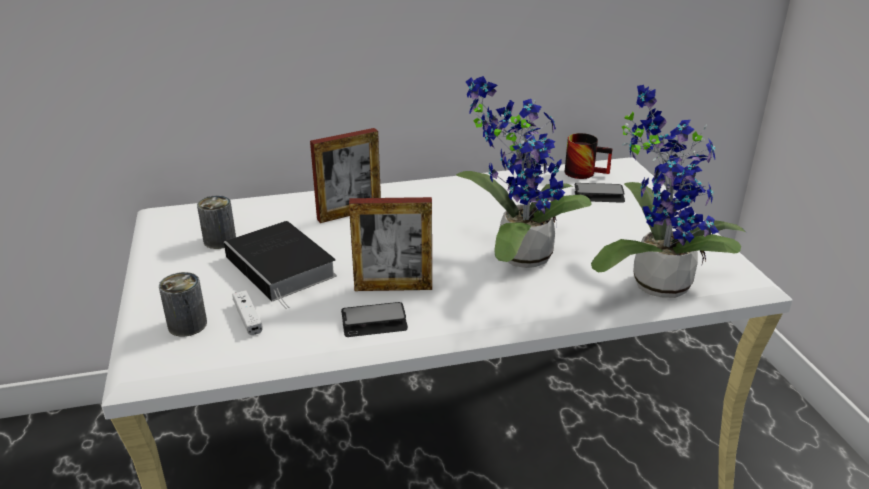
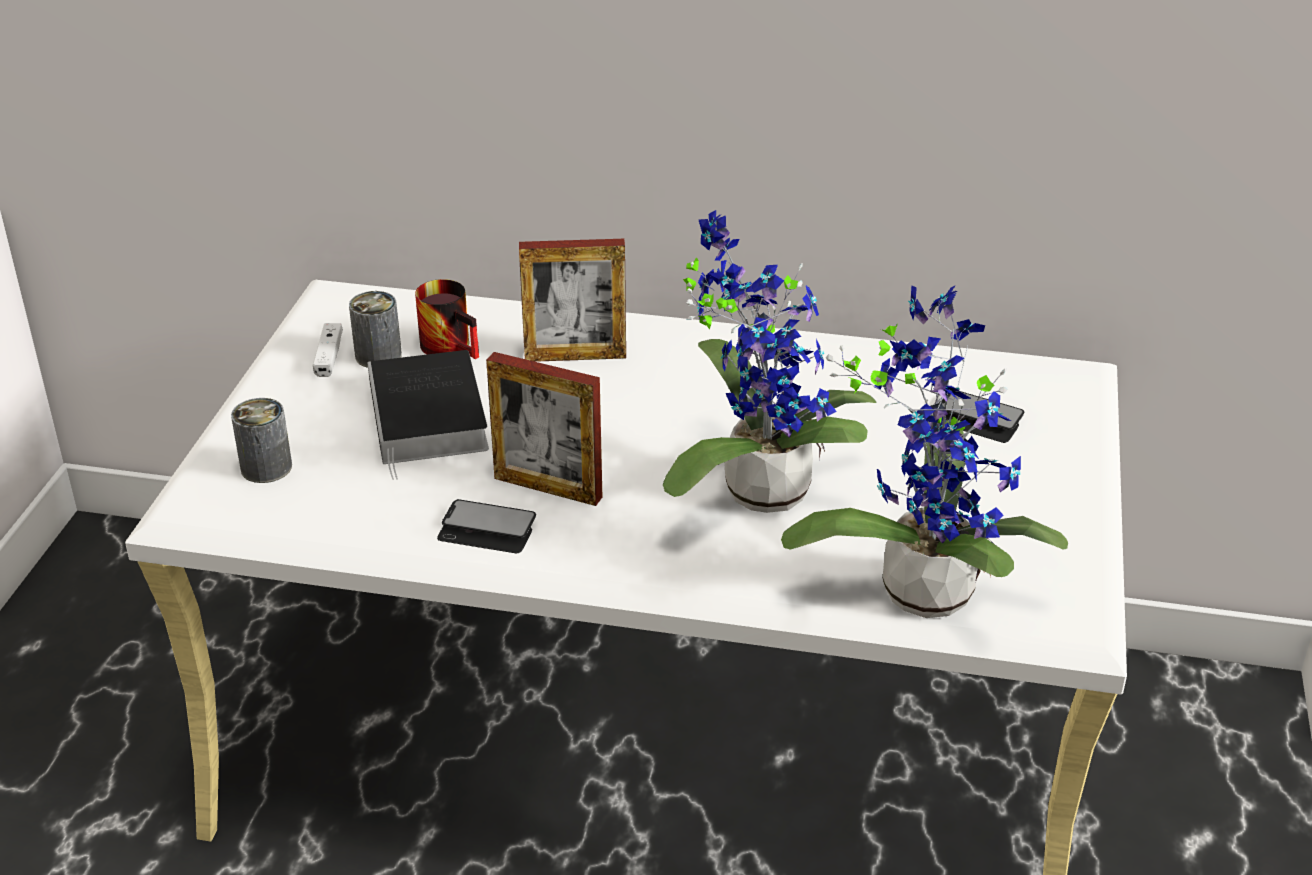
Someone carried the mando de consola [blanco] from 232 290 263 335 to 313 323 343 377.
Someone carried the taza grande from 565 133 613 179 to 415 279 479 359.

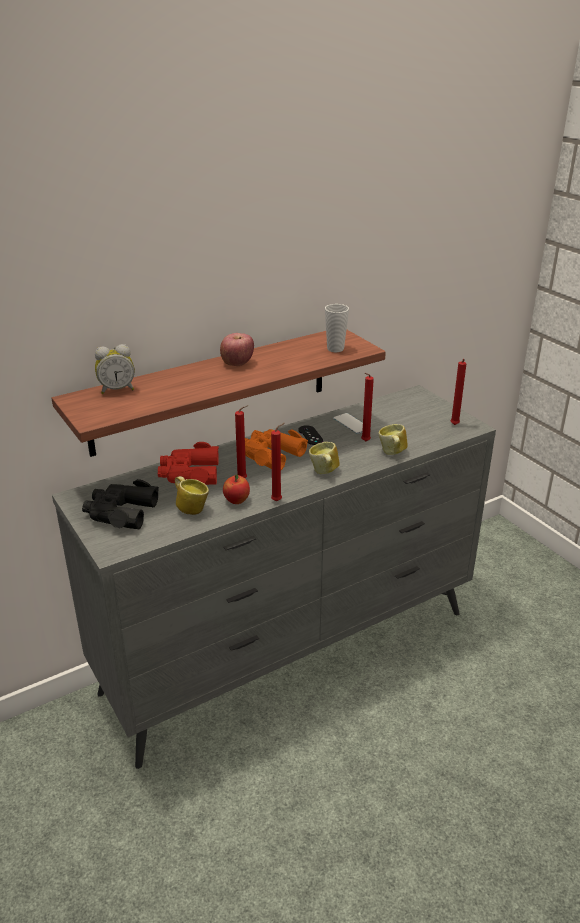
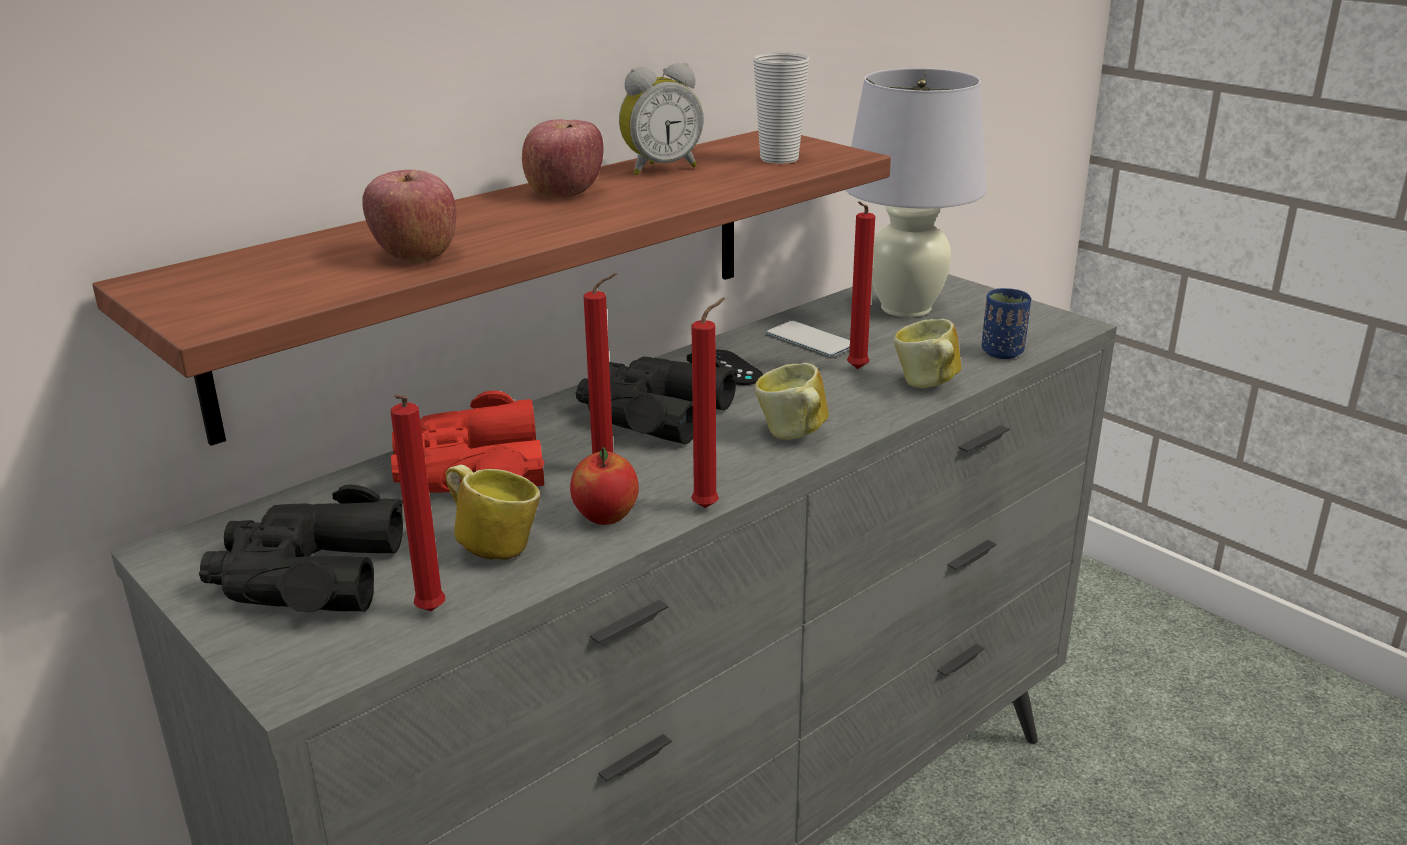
Someone put down the manzana at 362 170 457 263.
Someone put down the lámpara de mesa [blanco] at 845 68 987 318.
Someone put down the taza [azul] at 982 288 1031 359.
Someone carried the despertador from 95 344 135 394 to 619 63 704 175.
Someone carried the vela [rojo] from 451 359 466 425 to 391 394 445 611.
Someone repainted the prismáticos [naranja] at 245 429 308 470, which became the prismáticos [negro] at 576 353 738 445.

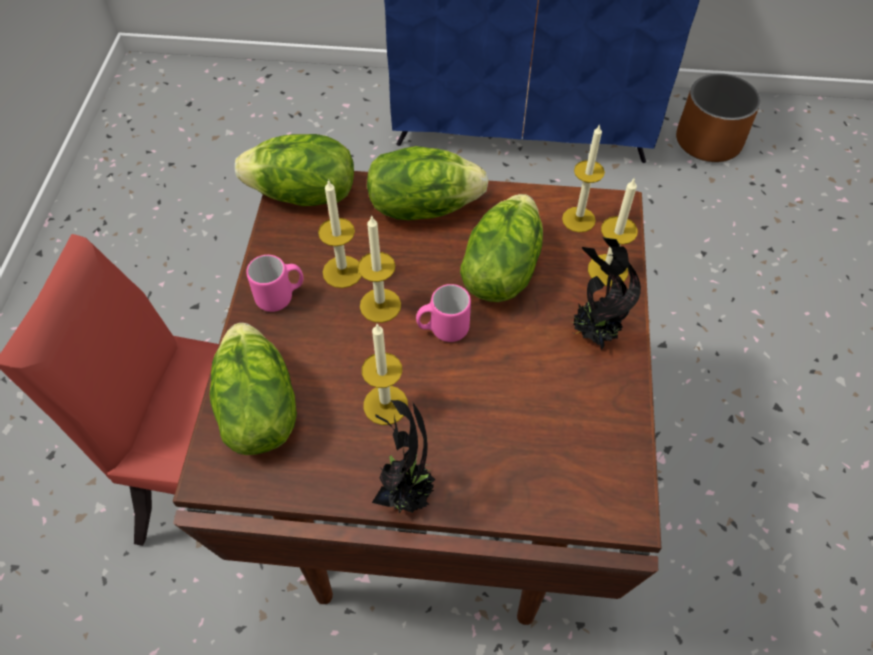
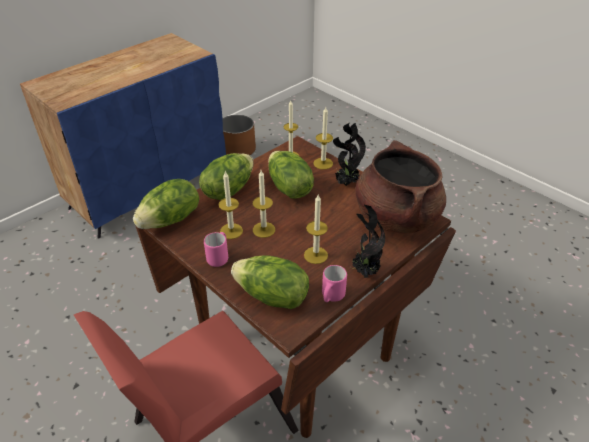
Someone put down the olla [marrón] at 356 140 446 234.
Someone carried the taza grande [rosa] from 416 284 471 342 to 322 265 347 302.

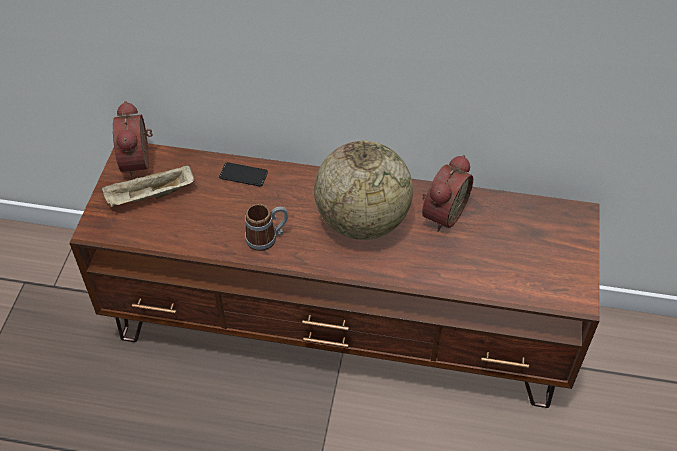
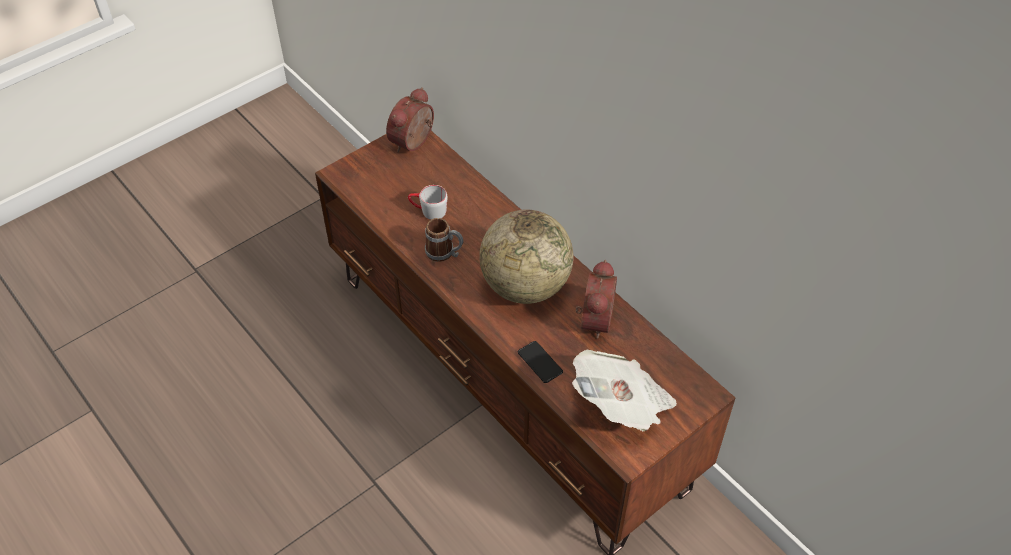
Someone took away the bandeja [beis] at 102 164 194 207.
Someone put down the taza grande [gris] at 408 185 447 220.
Someone put down the periódico at 572 350 677 431.
Someone carried the móvil from 219 162 268 186 to 518 341 563 383.
Someone rotated the despertador at 422 155 473 232 by 60 degrees counterclockwise.

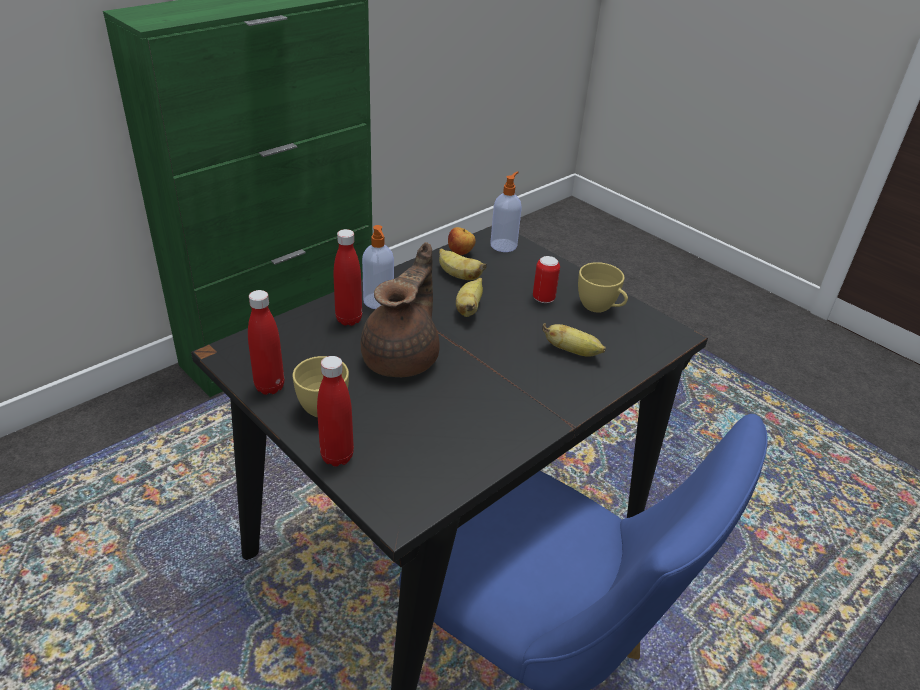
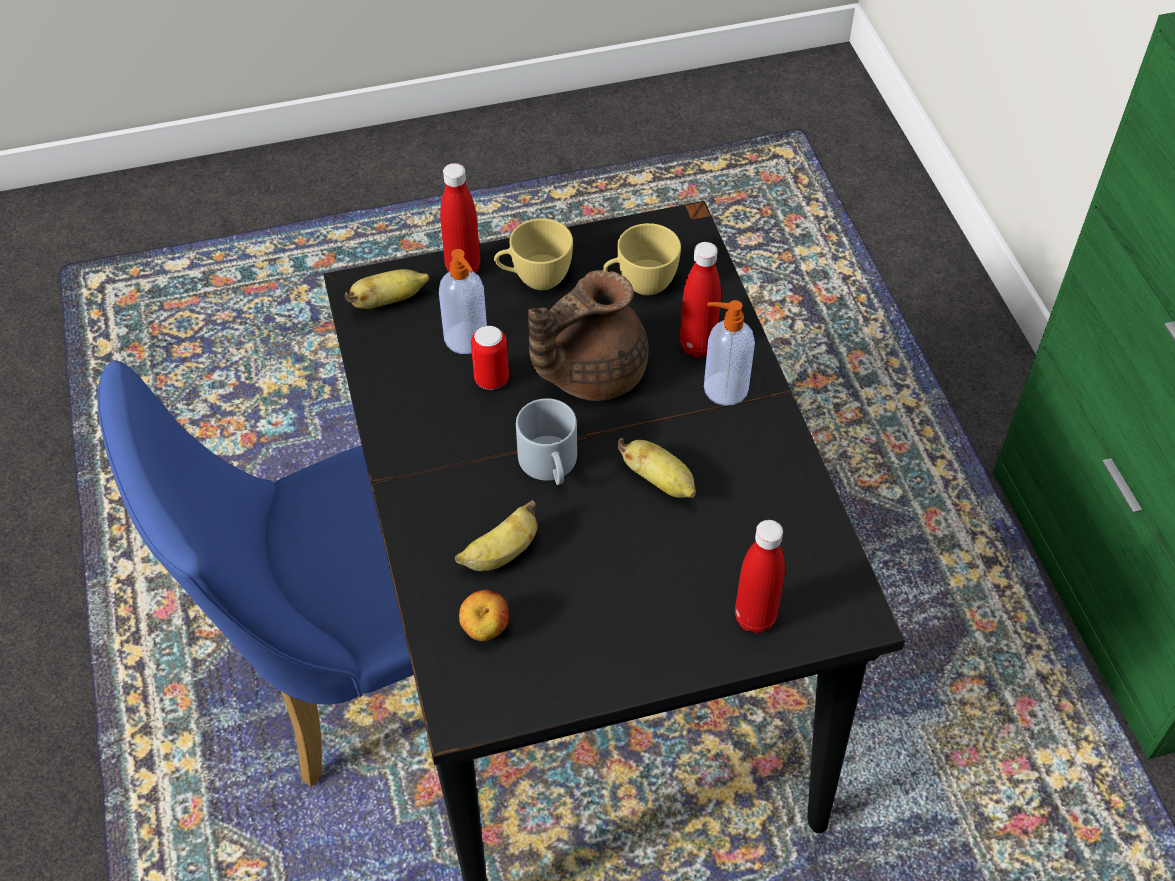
Someone put down the taza grande [gris] at 516 398 577 485.
Someone carried the botella [rojo] from 248 290 284 395 to 735 520 785 633.
Someone carried the plátano from 439 248 487 280 to 345 269 429 309.
Someone carried the manzana from 448 227 476 255 to 459 590 509 641.
Someone carried the dispensador de jabón from 490 171 522 252 to 439 249 487 354.
Someone carried the lata from 533 256 560 303 to 471 326 509 390.
Someone carried the taza [amarillo] from 578 262 628 313 to 603 223 681 295.
Someone rotated the tetera [marrón] at 361 242 440 377 by 90 degrees clockwise.

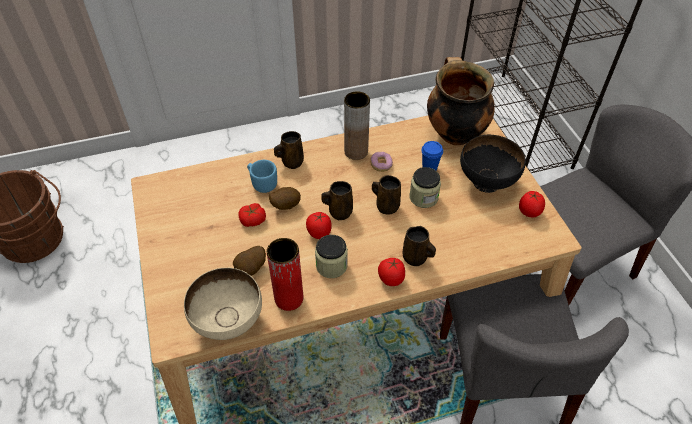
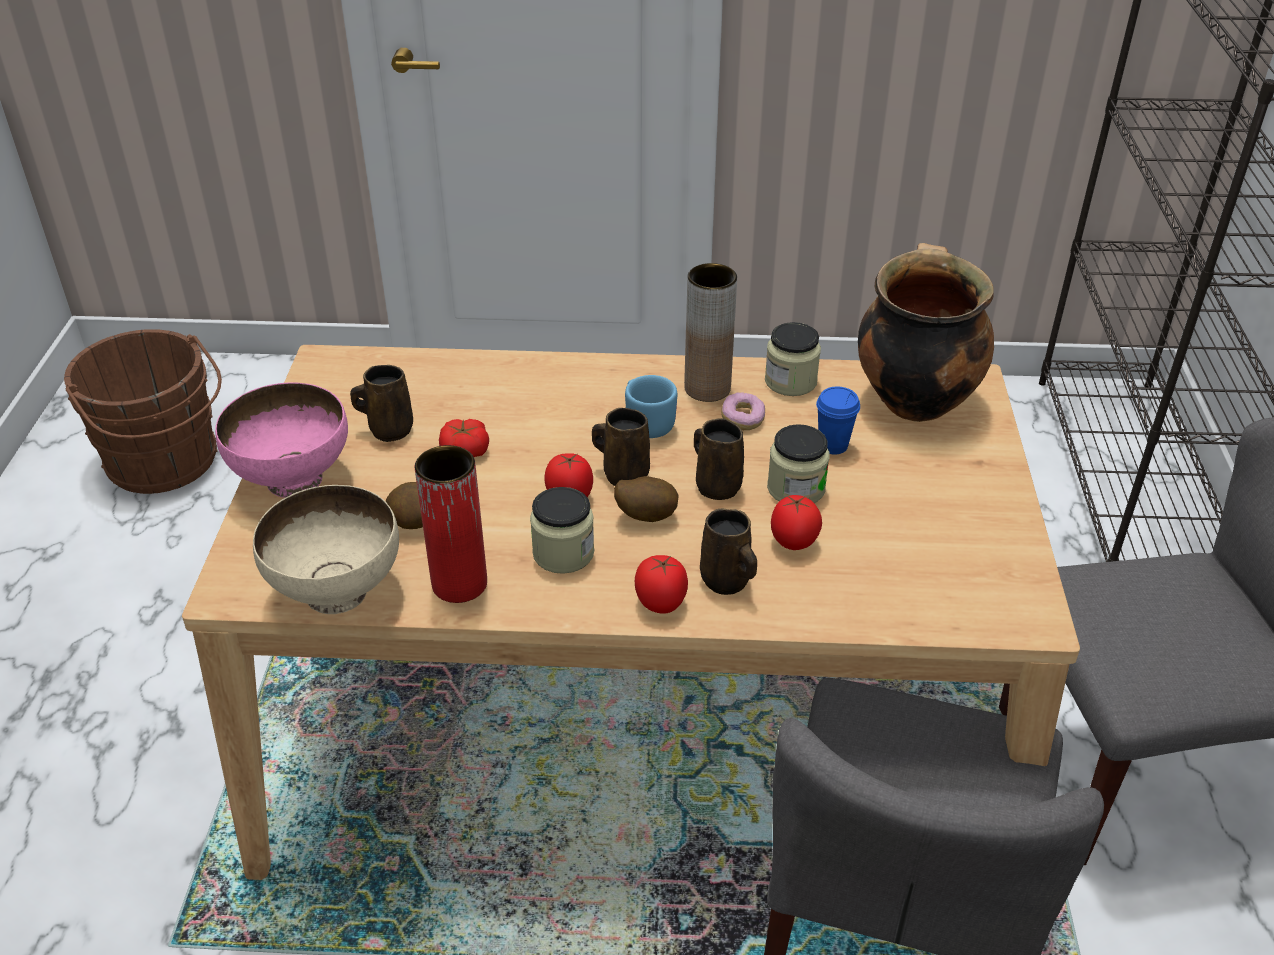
Someone took away the cuenco [negro] at 460 135 526 193.
Someone put down the cuenco [rosa] at 215 382 348 498.
Someone put down the tarro at 765 322 821 396.
Someone carried the taza grande [azul] from 247 160 277 193 to 625 375 677 438.
Someone carried the patata from 269 187 301 210 to 614 476 679 522.
Someone carried the taza grande [marrón] from 274 131 304 169 to 350 365 413 442.
Someone carried the tomate from 519 191 545 217 to 771 495 822 550.

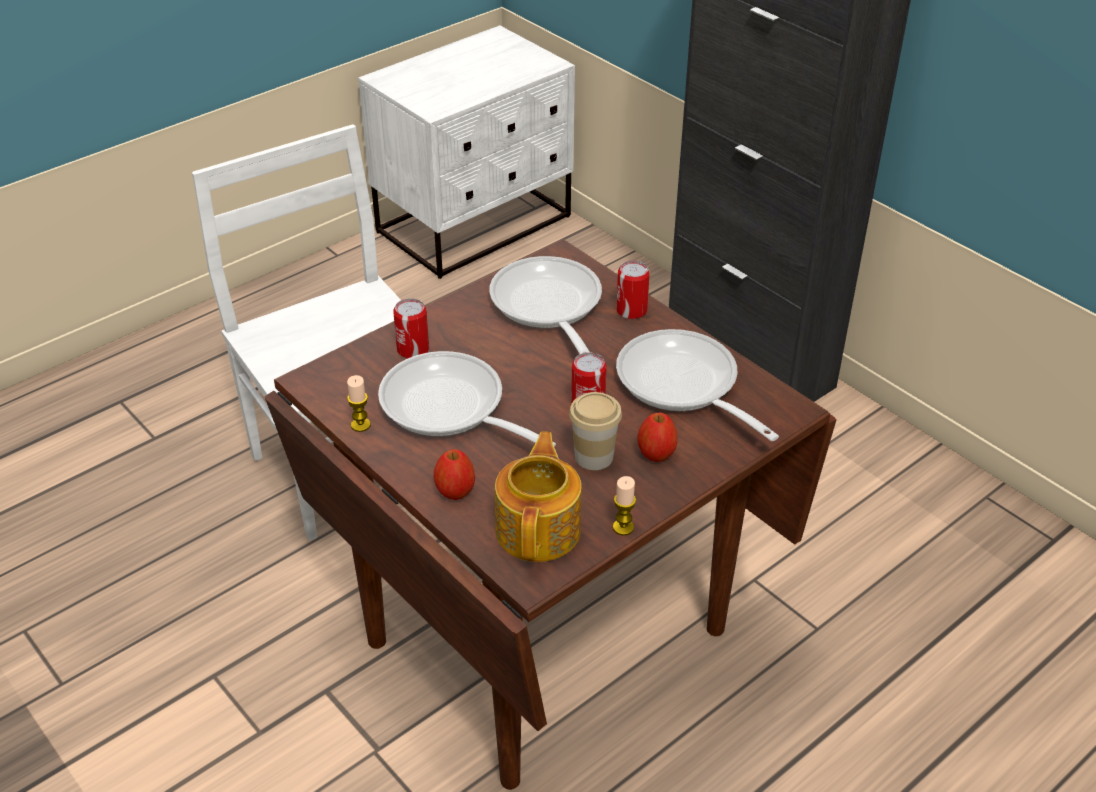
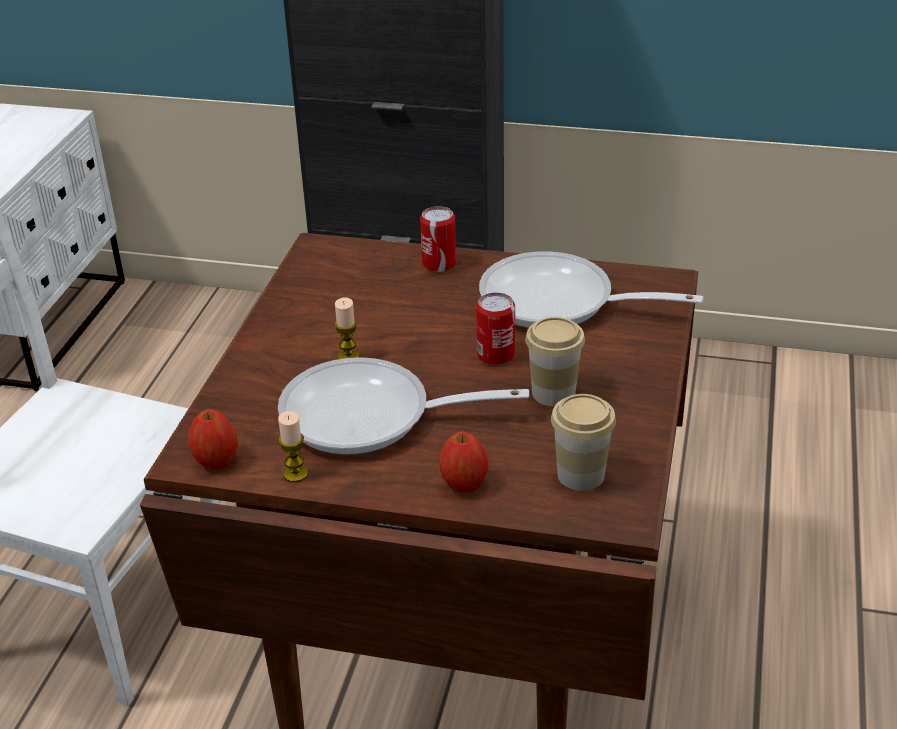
Someone took away the lata at 393 298 429 359.
Someone took away the sartén at 489 256 602 354.
Someone carried the vela from 613 476 636 535 to 334 298 359 359.
Someone carried the manzana from 637 413 677 462 to 188 409 238 469.
Someone swapped the tetera at 495 432 582 562 for the taza at 551 394 616 491.

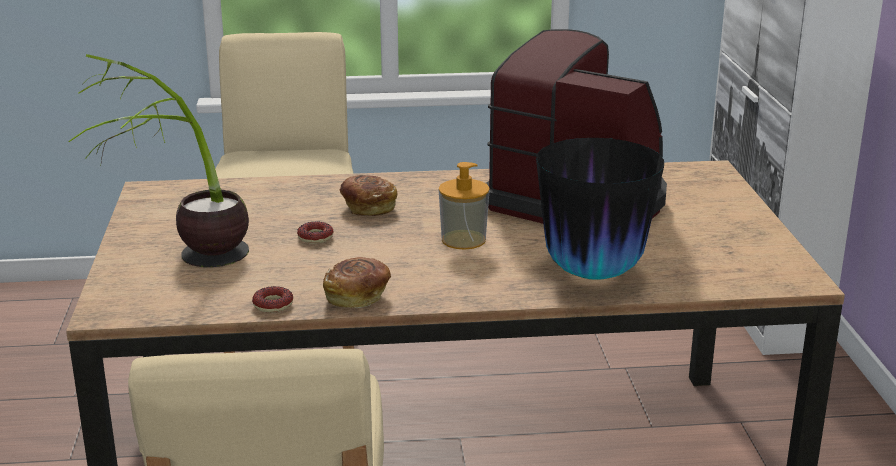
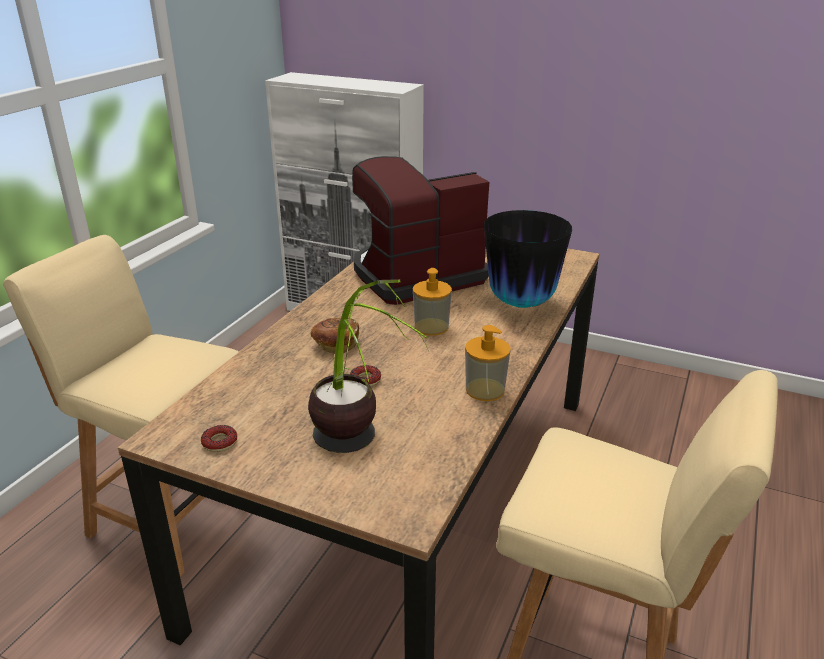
Someone carried the rosquilla from 252 286 293 313 to 201 425 237 452.
Someone swapped the pan at 323 257 391 308 for the dispensador de jabón at 465 325 511 401.

